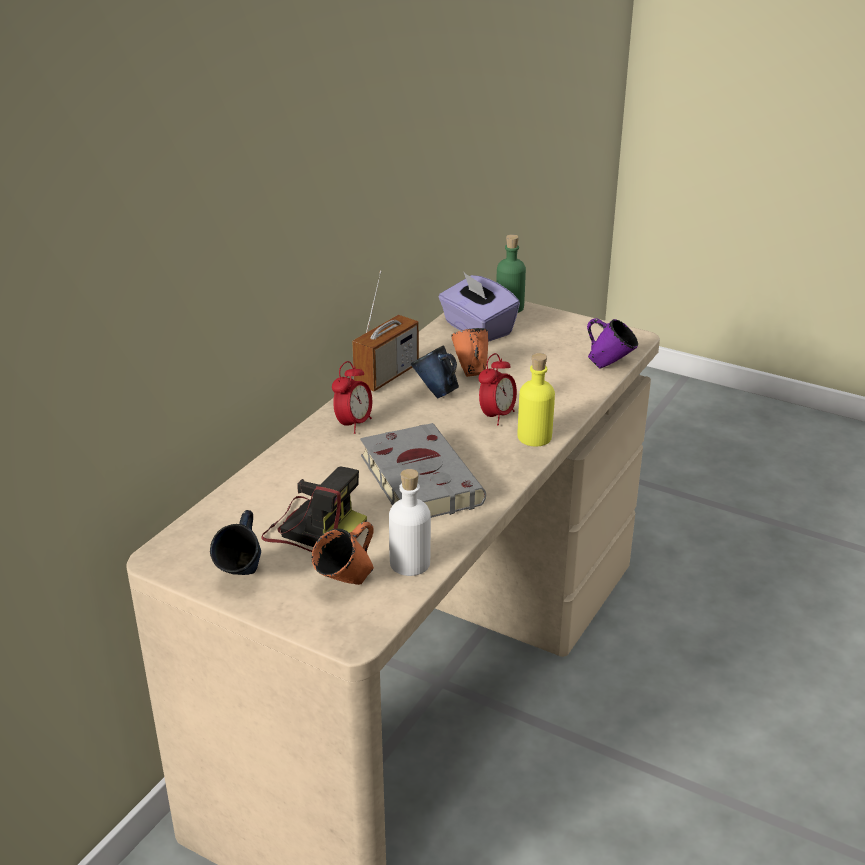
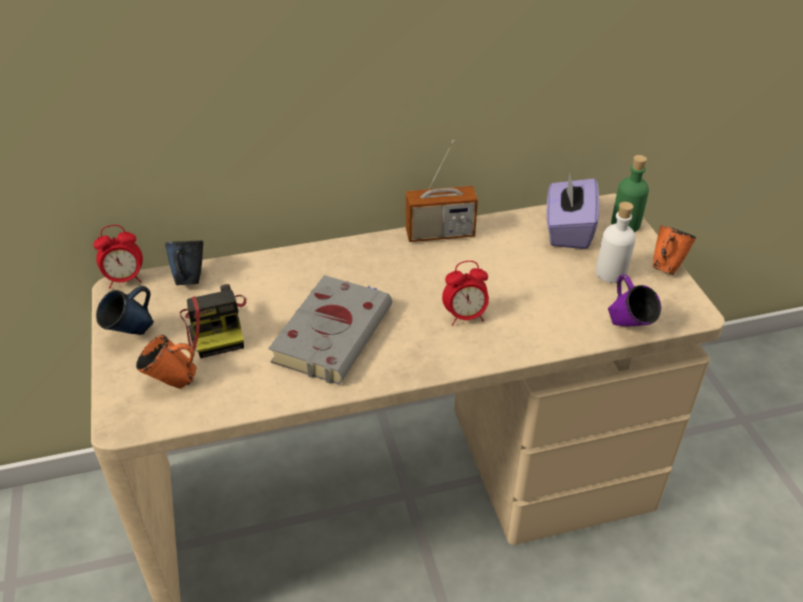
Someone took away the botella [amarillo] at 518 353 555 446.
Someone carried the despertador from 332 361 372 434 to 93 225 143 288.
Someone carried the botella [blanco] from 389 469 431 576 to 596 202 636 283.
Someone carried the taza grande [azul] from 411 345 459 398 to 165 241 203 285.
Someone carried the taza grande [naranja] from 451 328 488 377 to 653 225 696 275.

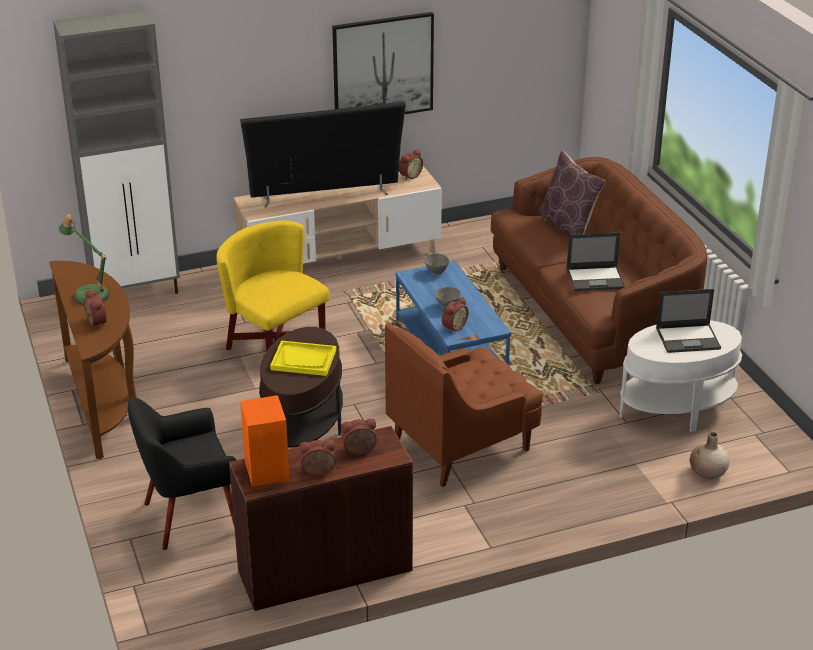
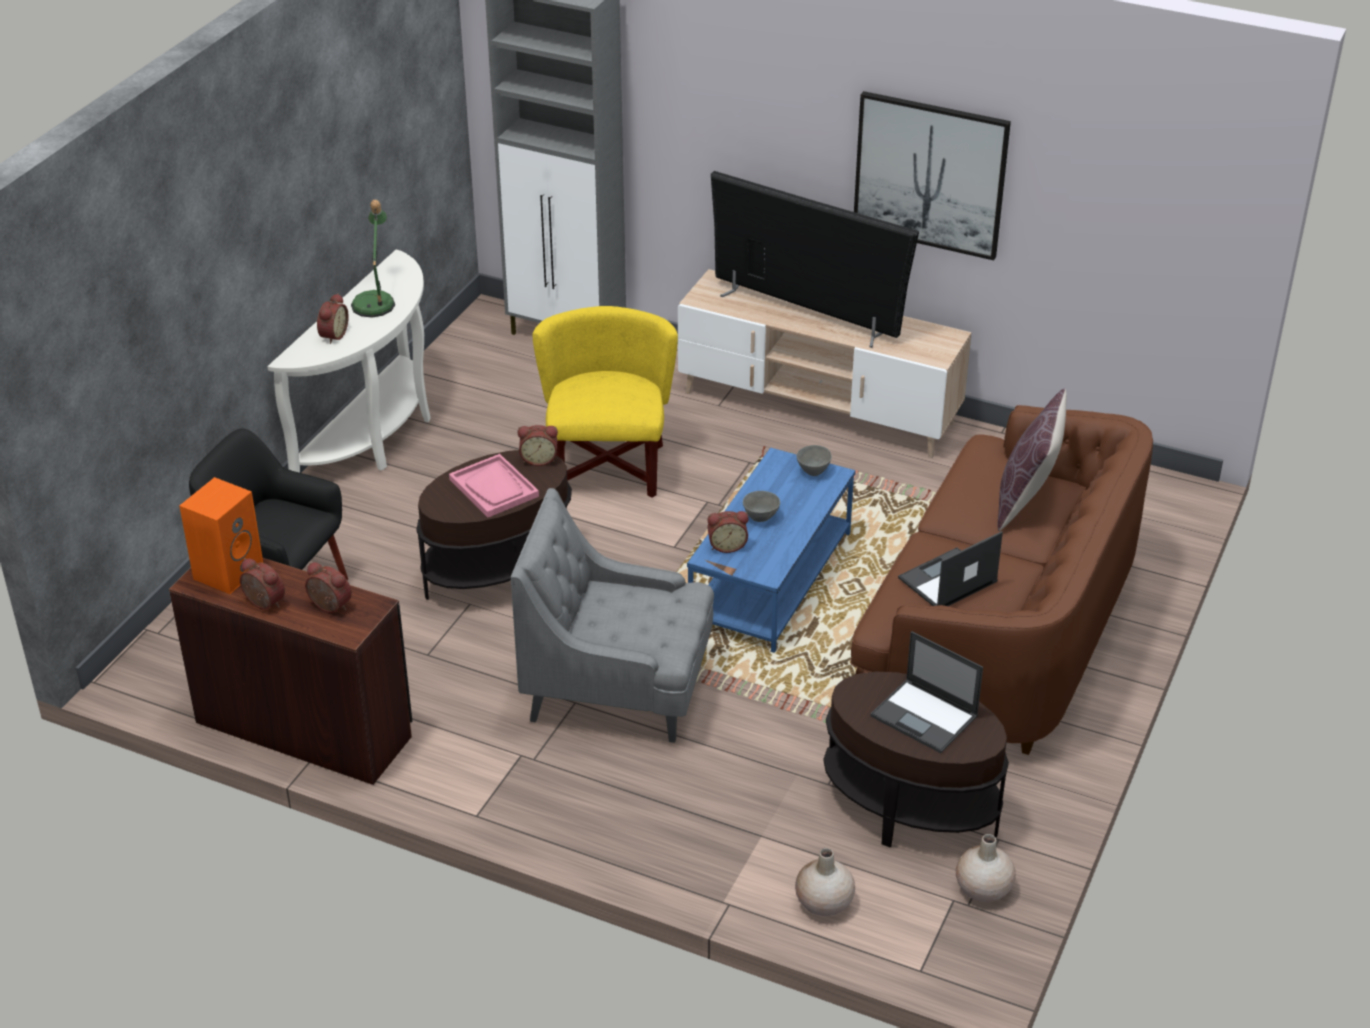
Someone put down the florero [beis] at 956 834 1016 902.
Someone carried the despertador from 399 149 423 180 to 518 425 558 466.
Someone repainted the mesa consola [marrón] at 49 261 137 459, which became the mesa consola [blanco] at 267 250 431 473.
Someone repainted the bandeja [amarillo] at 270 341 336 376, which became the bandeja [rosa] at 449 454 539 517.
Someone repainted the sillón [marrón] at 385 323 543 487, which became the sillón [gris] at 511 488 714 743.
Someone repainted the mesa auxiliar [blanco] at 620 320 742 432, which became the mesa auxiliar [marrón] at 823 672 1009 847.
Someone rotated the portátil at 567 232 625 291 by 105 degrees clockwise.

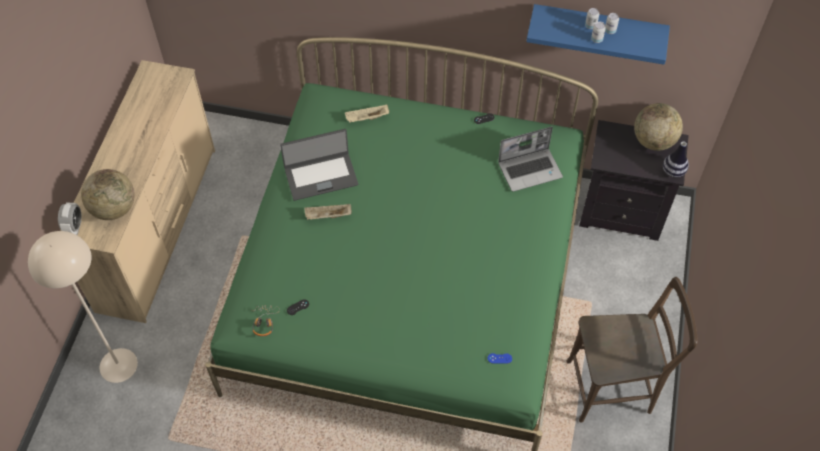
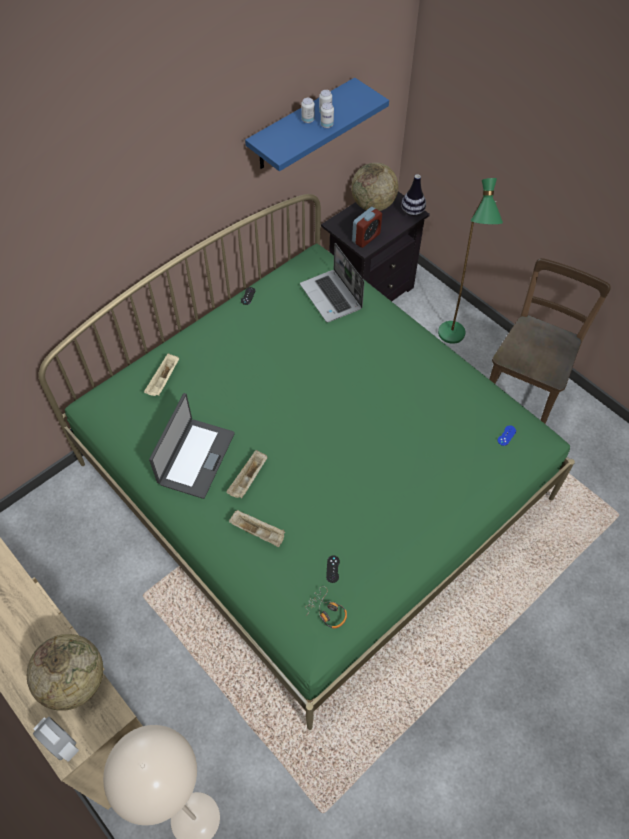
Someone put down the bandeja [beis] at 229 510 285 547.
Someone put down the despertador at 352 207 382 248.
Someone put down the lámpara de pie [verde] at 438 178 503 344.
Someone rotated the portátil at 498 127 563 192 by 135 degrees clockwise.

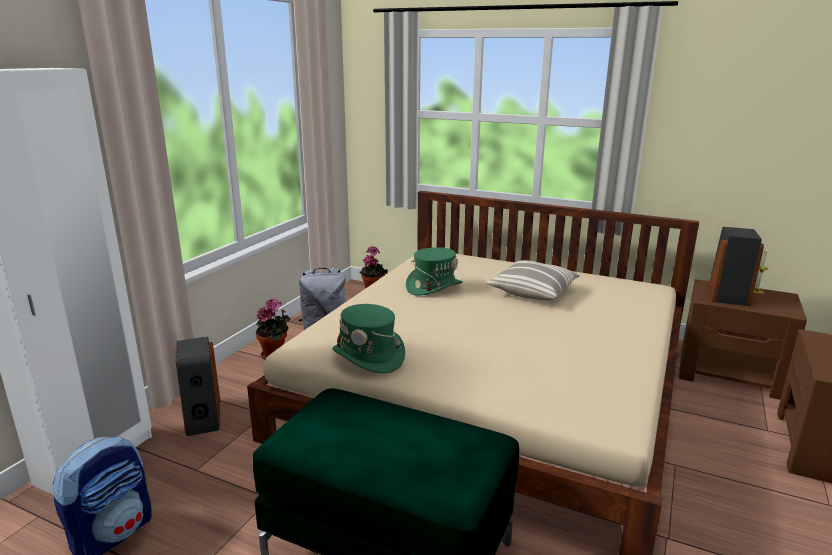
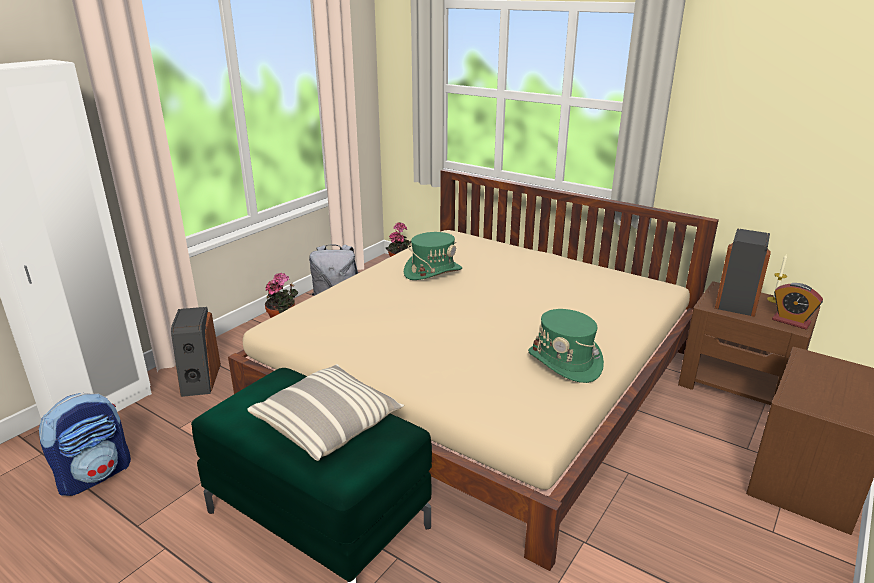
Someone put down the despertador at 772 283 823 329.
Someone carried the sombrero [verde] from 332 304 405 373 to 528 309 604 383.
Someone carried the cojín from 486 260 580 301 to 247 364 404 461.

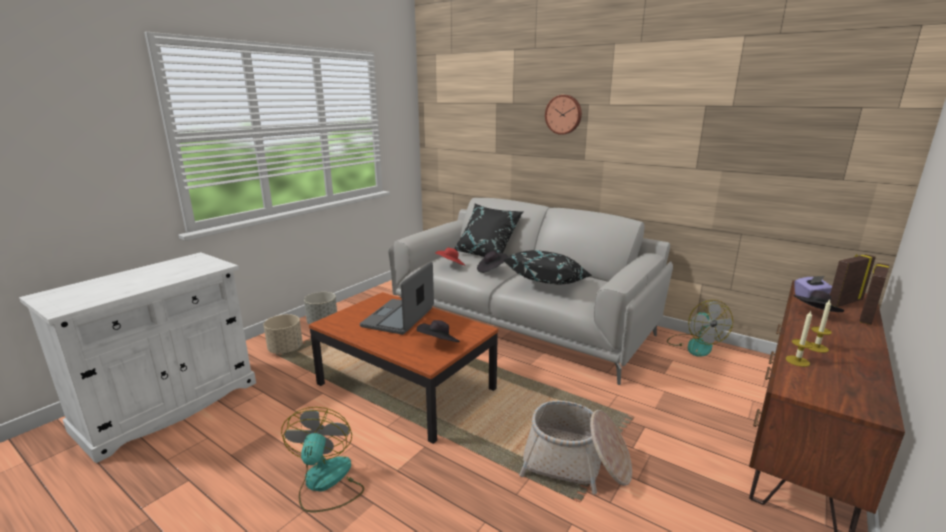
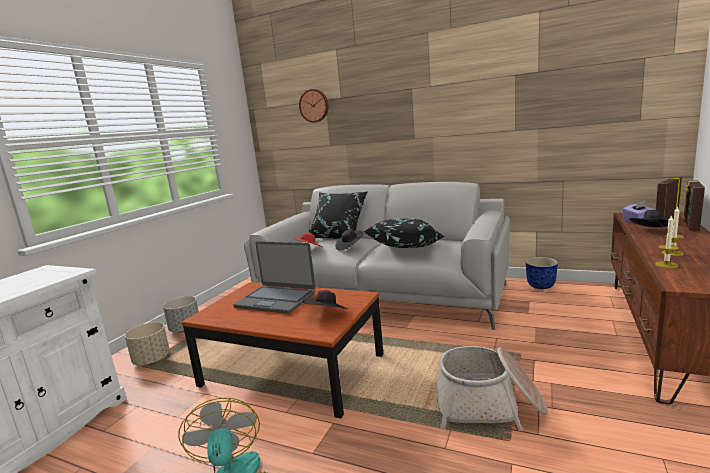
Someone carried the reloj de pared from 545 95 582 135 to 299 89 329 123.
Someone swapped the ventilador at 667 300 733 357 for the maceta at 525 257 558 289.
Someone rotated the portátil at 360 262 434 335 by 75 degrees counterclockwise.

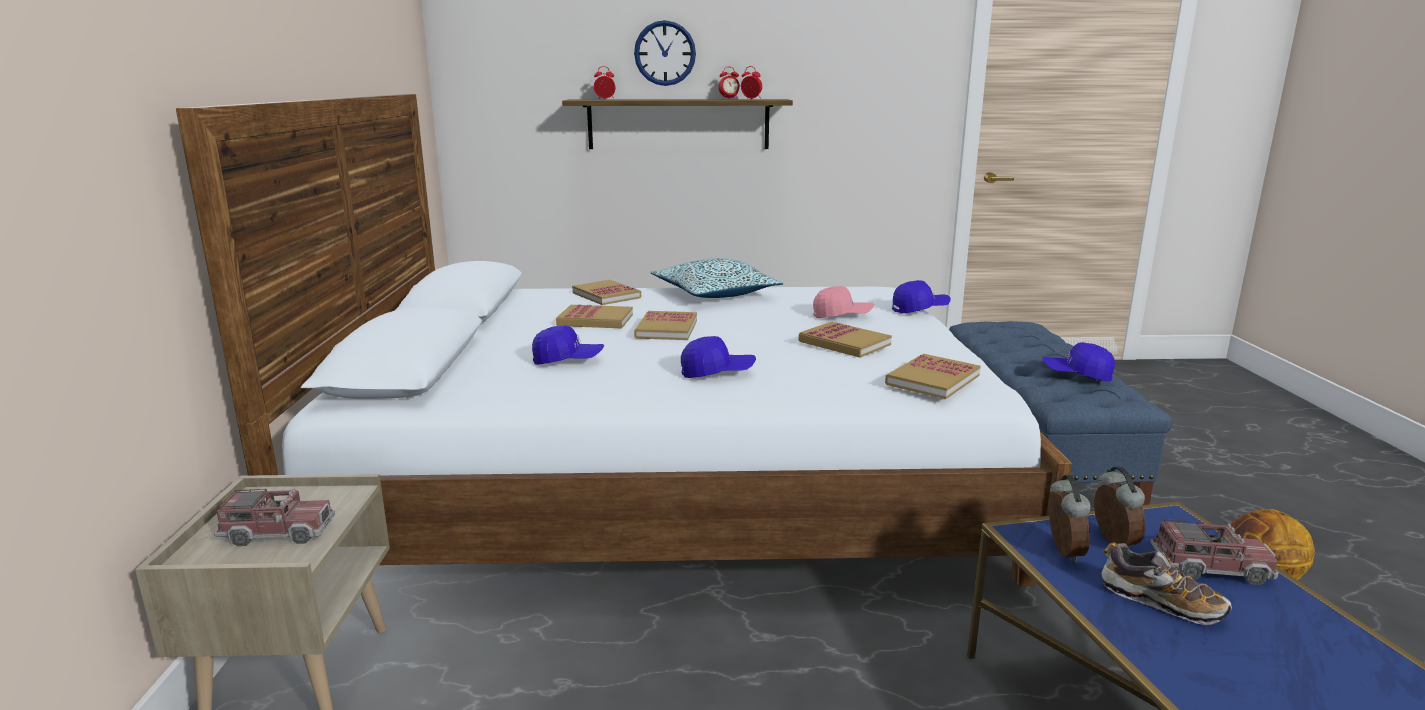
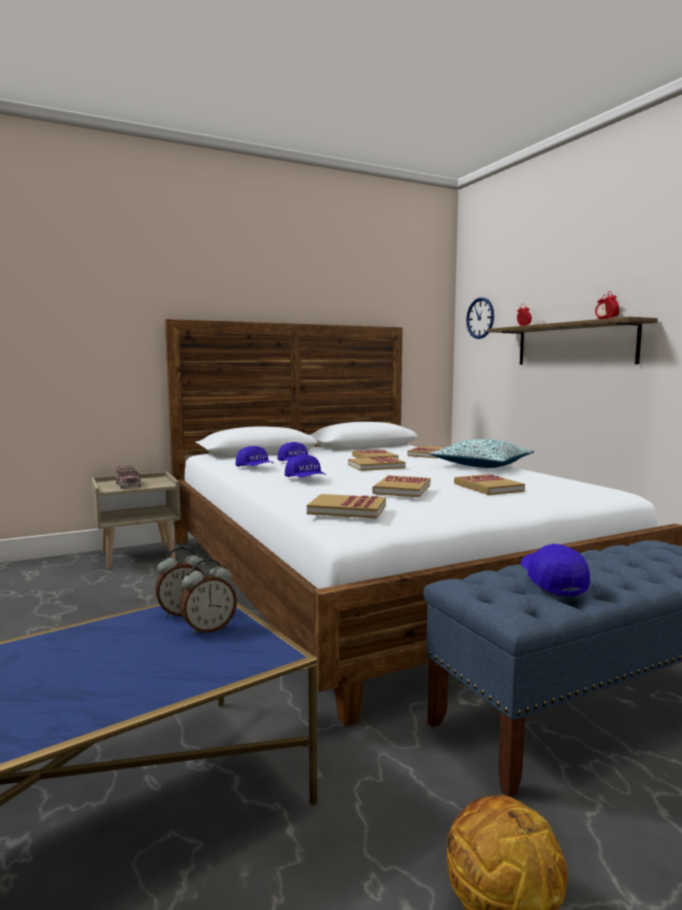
Someone took away the zapato at 1101 543 1232 625.
Someone took away the camión de juguete at 1150 519 1278 585.
Someone carried the reloj de pared from 634 20 696 86 to 466 297 494 339.
Someone carried the gorra [azul] from 892 280 951 314 to 236 446 274 467.
Someone swapped the gorra [rosa] at 813 286 874 318 for the libro at 454 474 525 495.

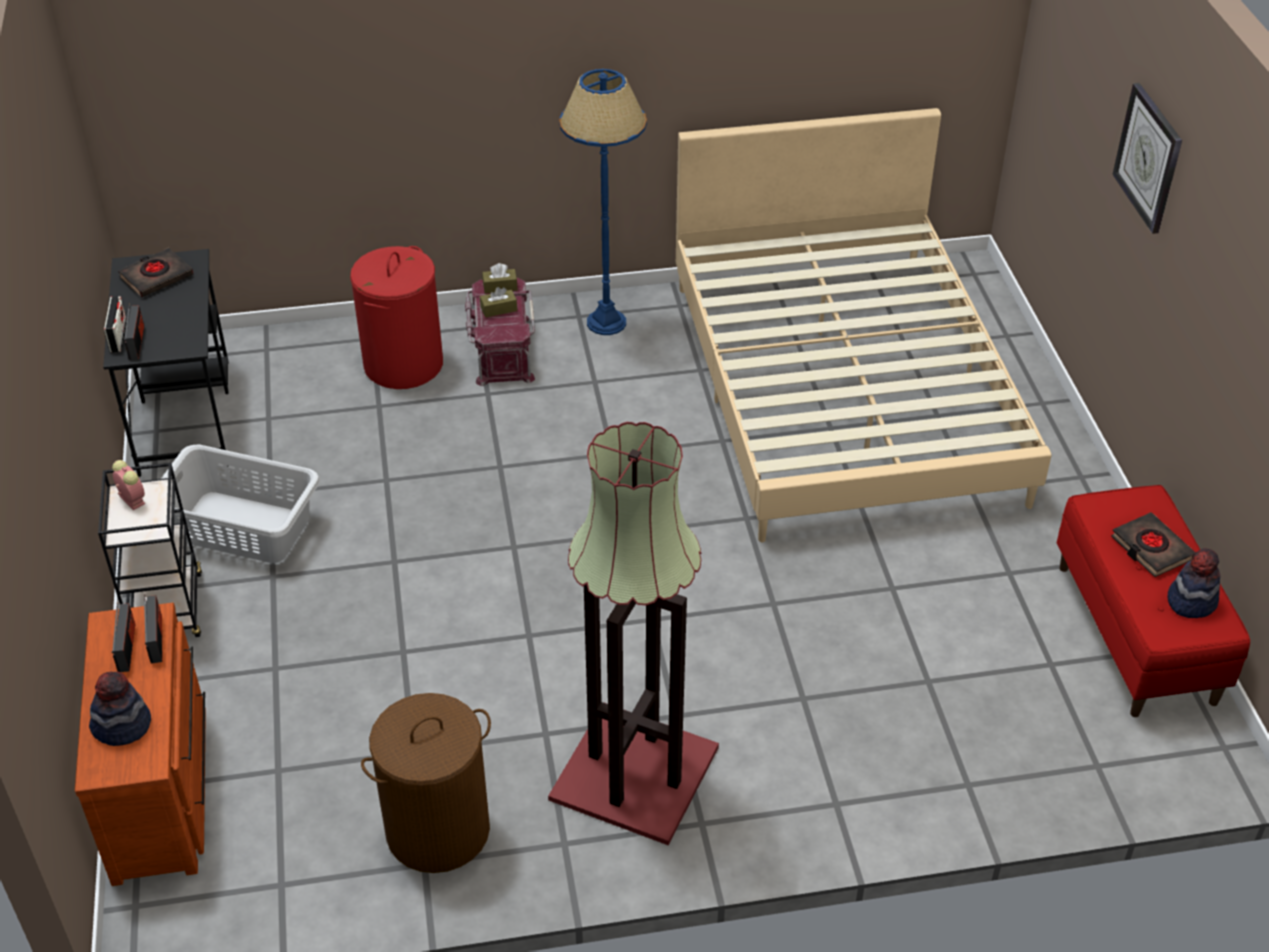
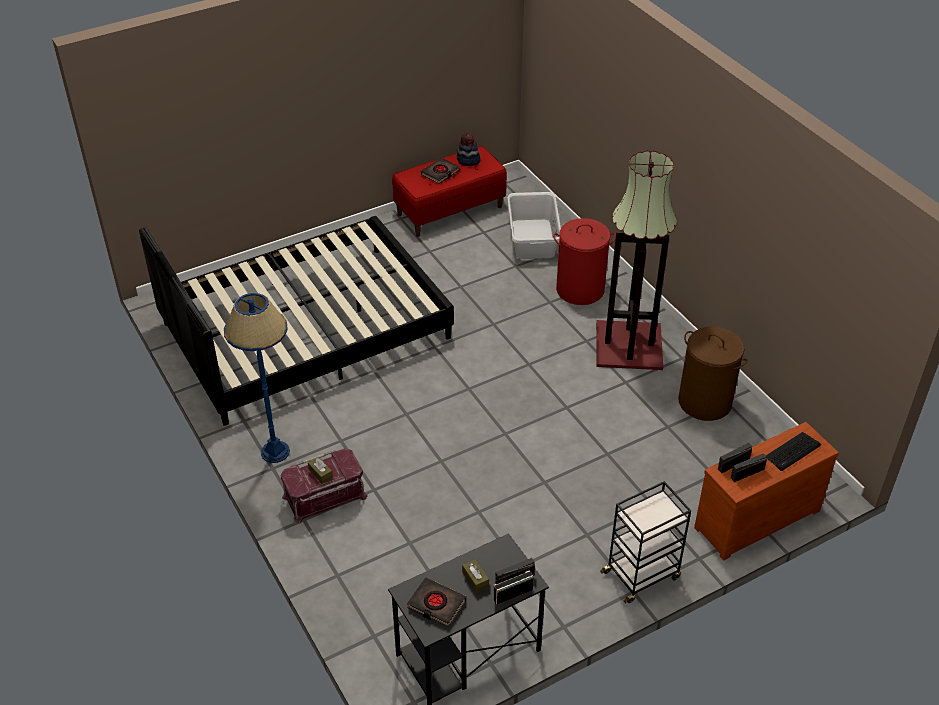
Someone took away the despertador at 112 460 146 510.
Someone took away the reloj de pared at 1112 83 1182 234.
Someone carried the cesto de la ropa [gris] from 161 444 320 563 to 507 192 561 259.
Someone carried the cesto de la ropa [rojo] from 350 246 443 389 to 553 218 616 305.
Someone carried the caja de pañuelos [marrón] from 482 263 517 294 to 462 559 489 592.
Someone swapped the sombrero at 89 672 151 746 for the teclado at 766 432 821 471.
Someone repainted the cama [beis] at 676 108 1051 543, which became the cama [negro] at 139 216 454 426.

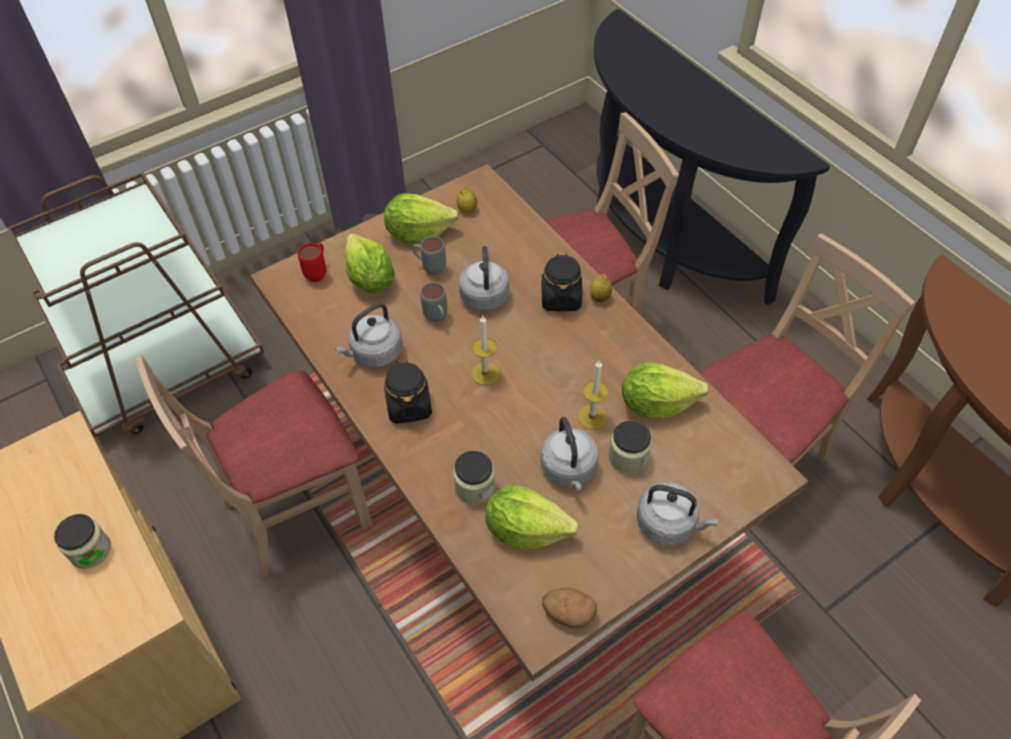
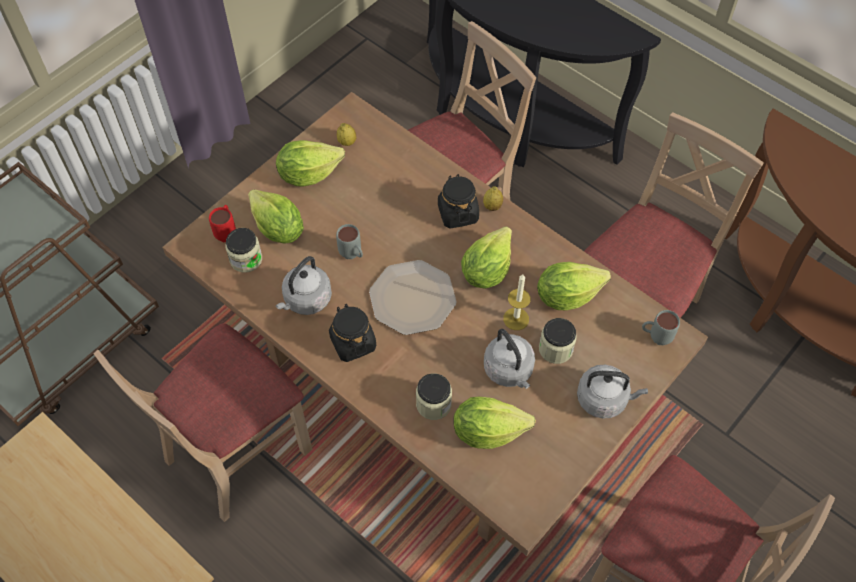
Someone took away the hervidor [gris] at 459 245 509 311.
Someone took away the patata at 542 588 597 628.
Someone put down the lechuga at 461 226 512 289.
Someone carried the tarro from 54 514 111 569 to 226 228 262 273.
Someone carried the taza grande [gris] from 412 236 446 276 to 642 310 680 345.
Someone swapped the vela at 471 316 500 385 for the plato at 369 260 457 335.

